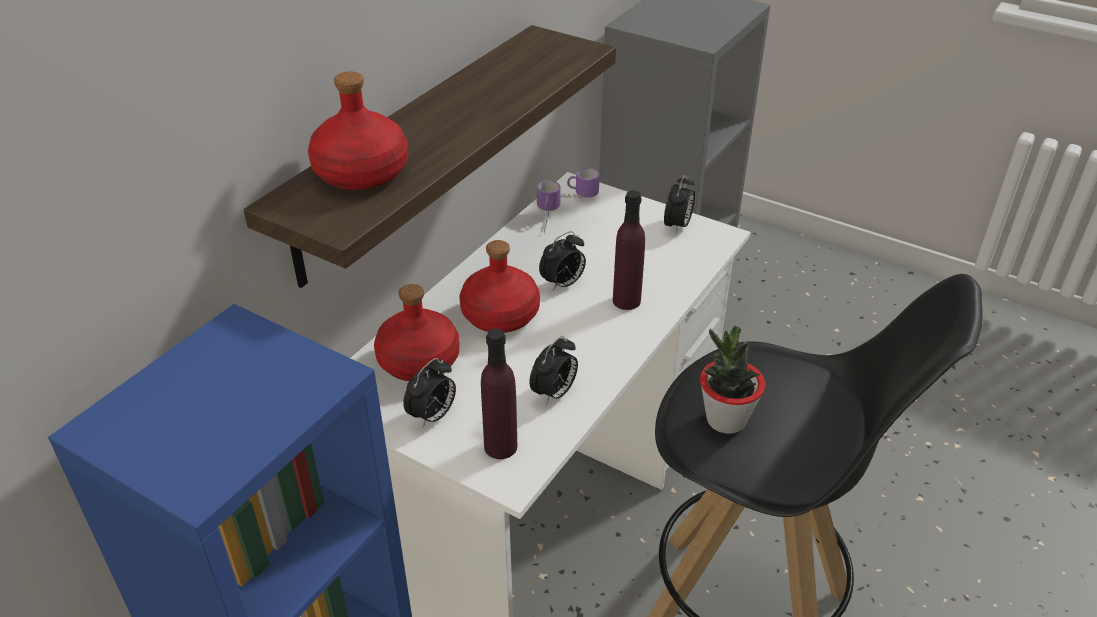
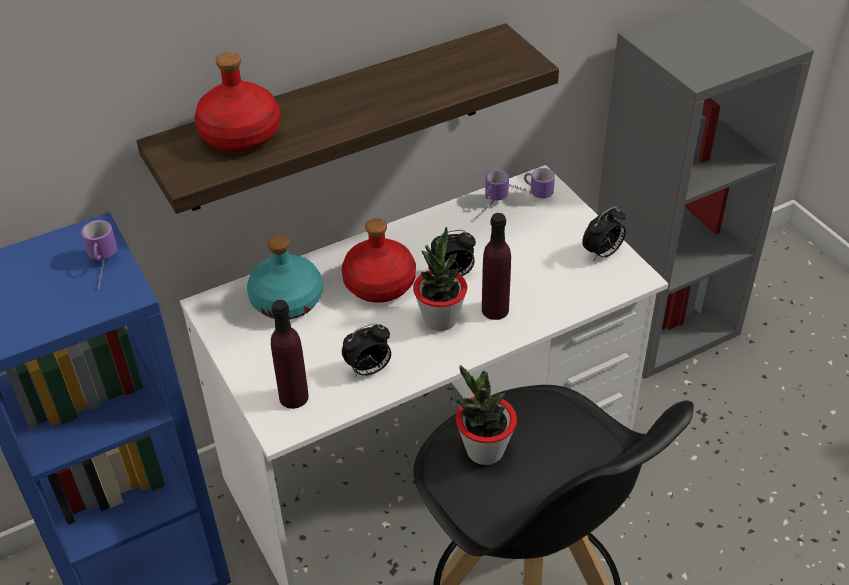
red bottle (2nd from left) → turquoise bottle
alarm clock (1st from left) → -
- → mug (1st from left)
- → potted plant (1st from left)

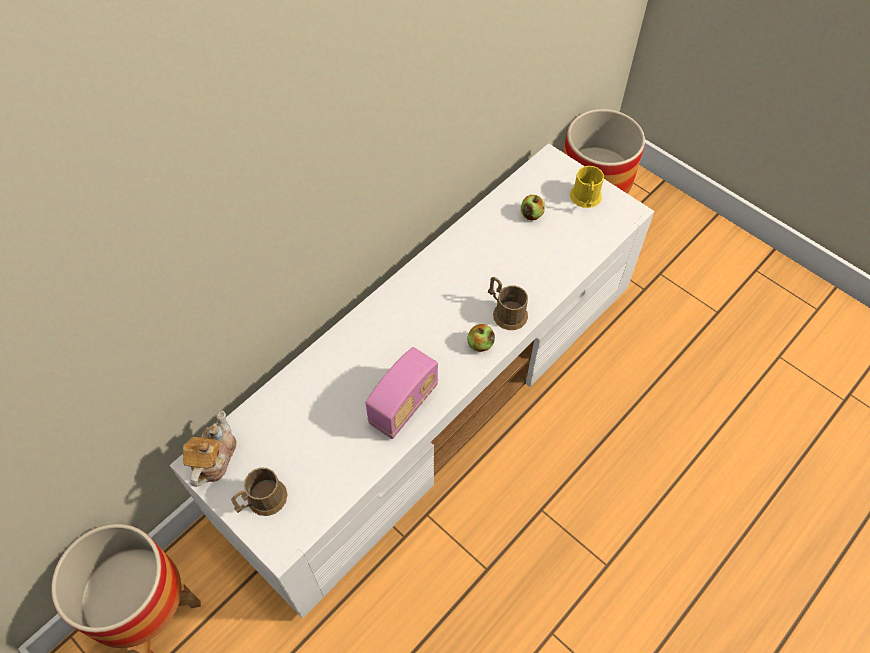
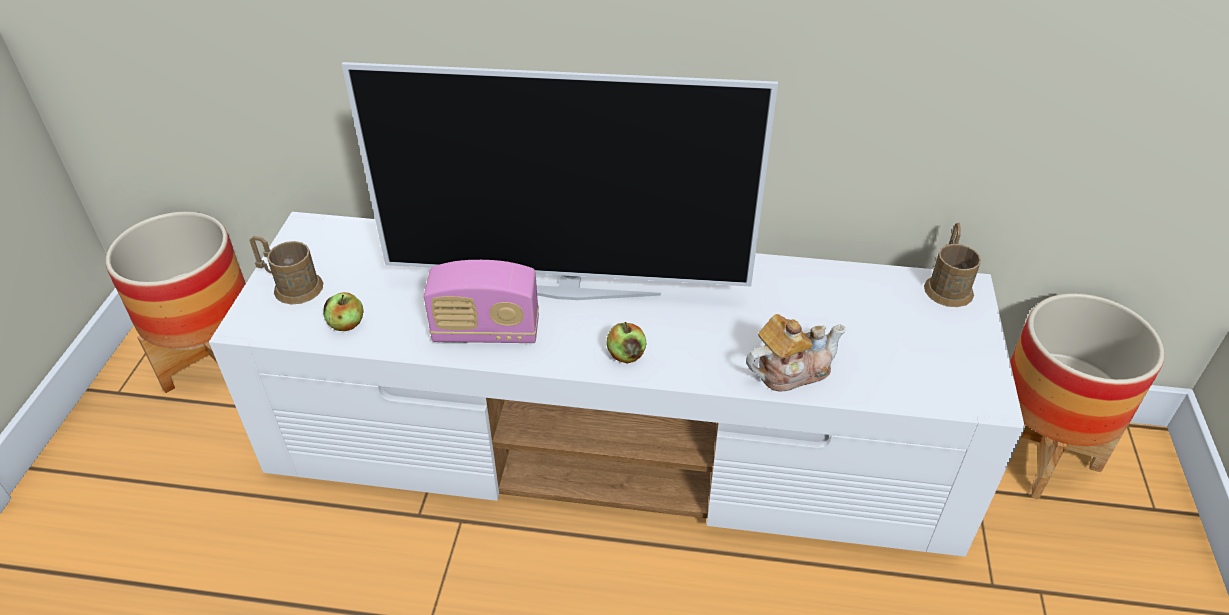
teapot, move
brown mug (2nd from left), move
apple (2nd from left in the first image) → apple (1st from left), move
yellow mug → -
- → television

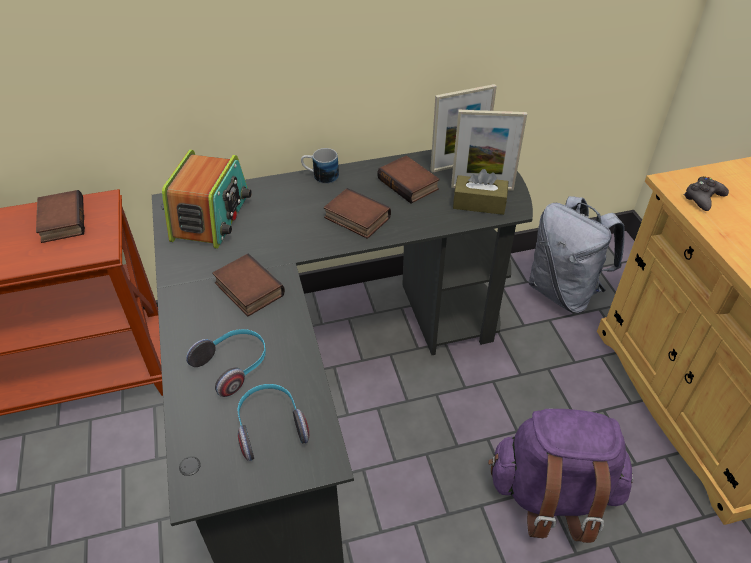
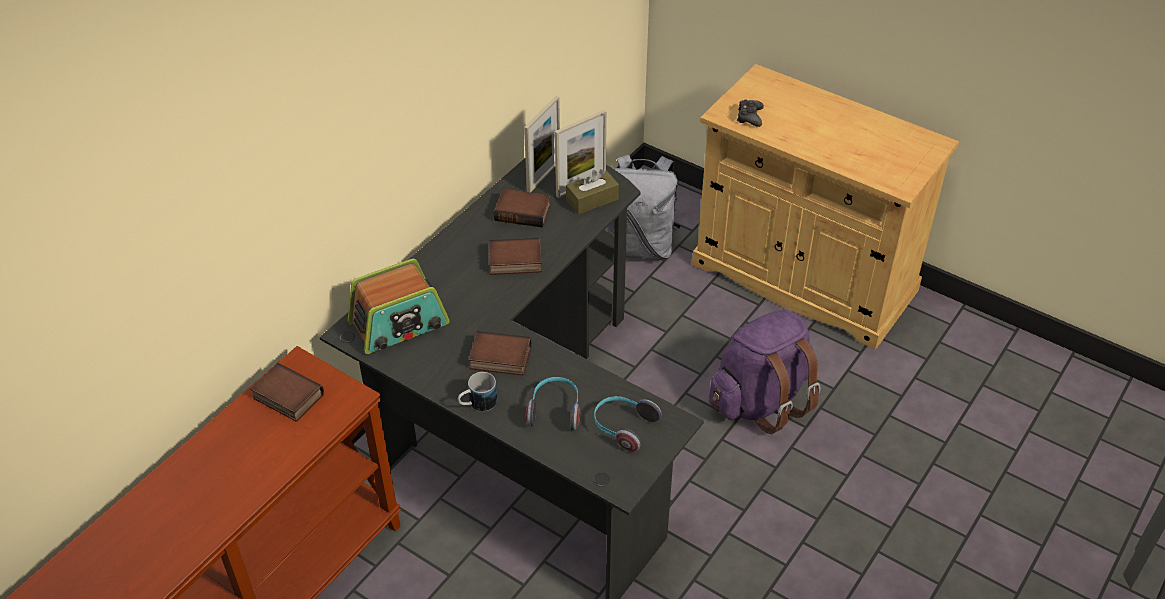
radio, 90 degrees clockwise
mug, move

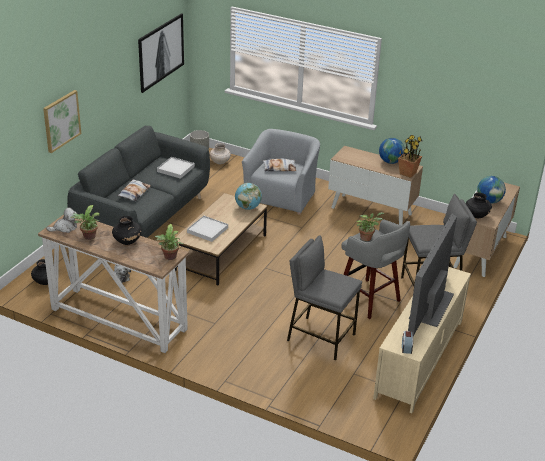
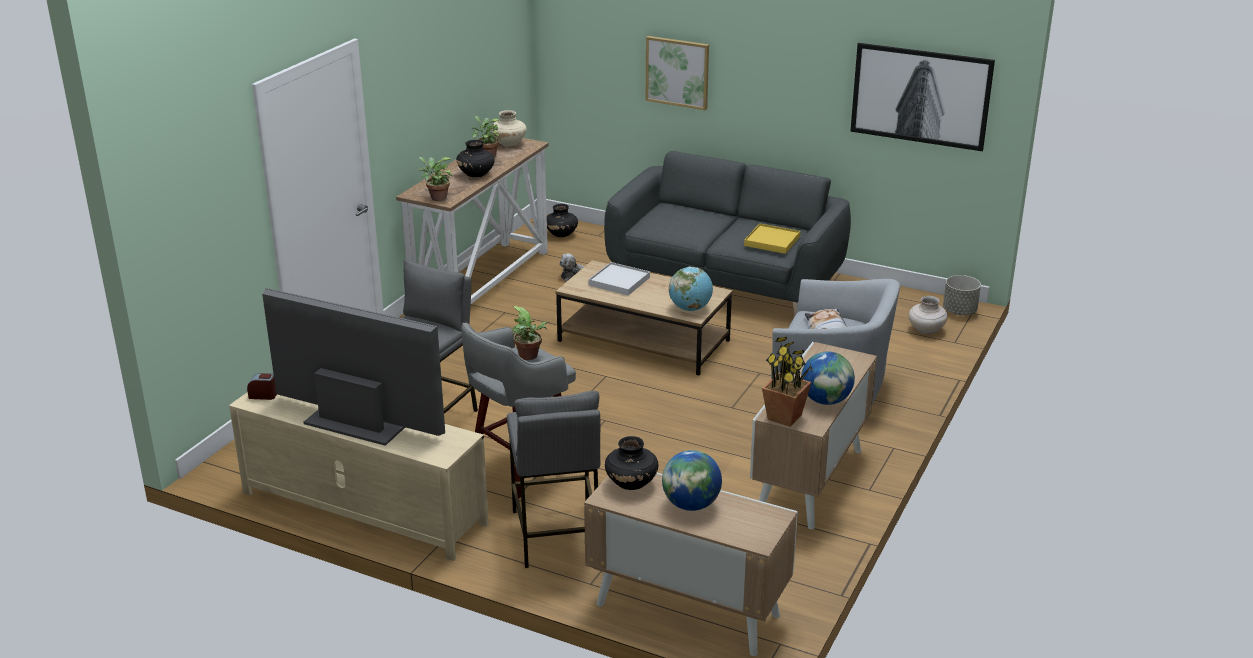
plush toy (1st from left) → beige vase (1st from left)
pillow (1st from left) → -
white tray (1st from left) → yellow tray

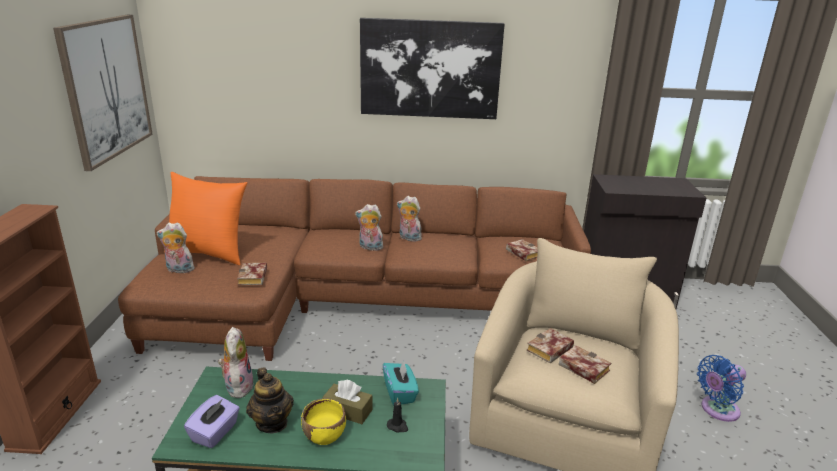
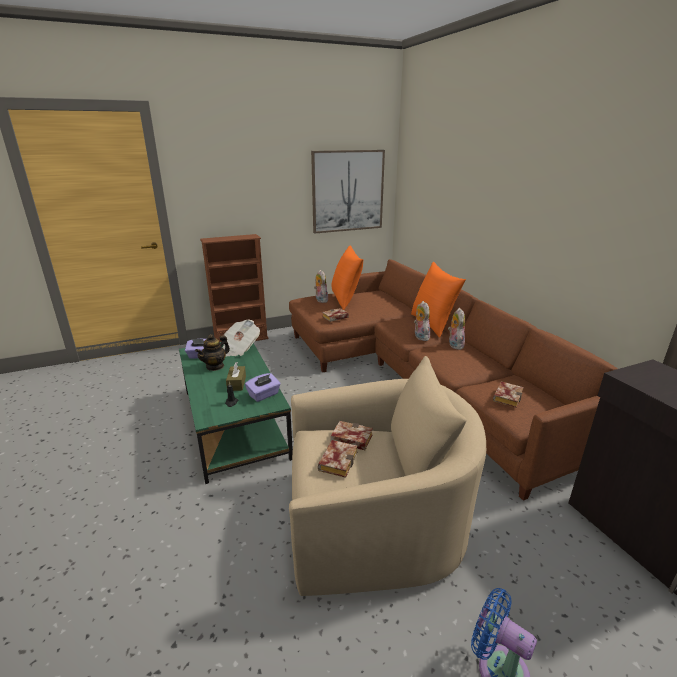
plush toy (2nd from left) → newspaper
yellow bowl → -
picture (2nd from left) → -
turquoise tissue box → purple tissue box (2nd from left)
- → orange pillow (2nd from left)

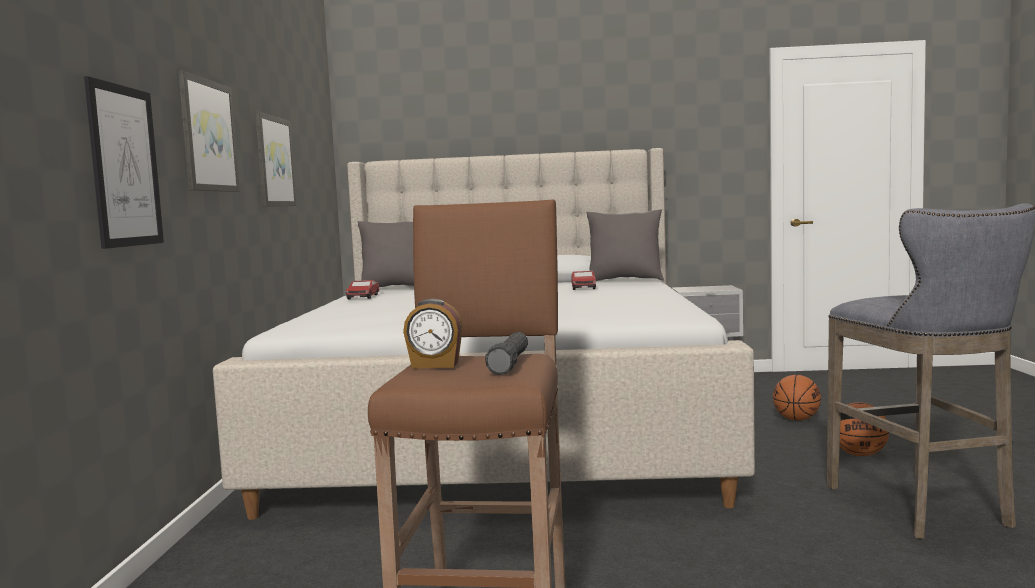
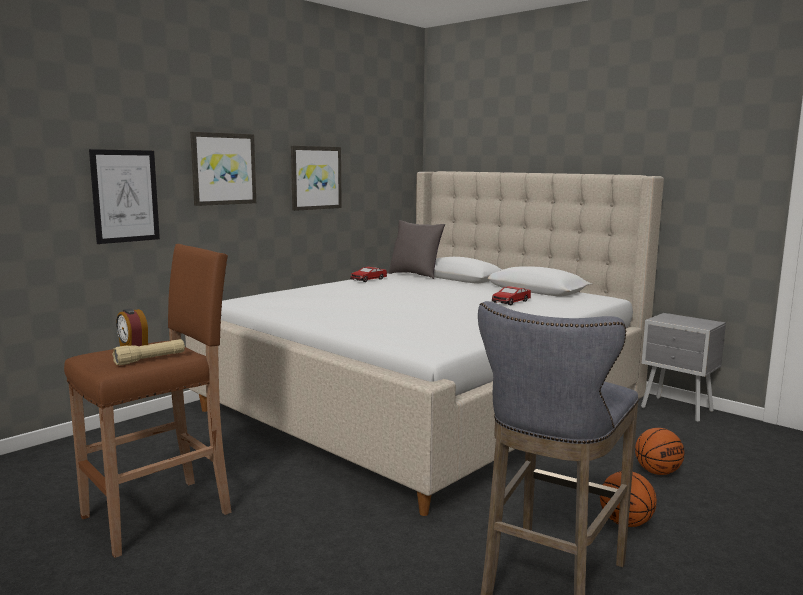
black flashlight → beige flashlight
grey pillow (2nd from left) → -

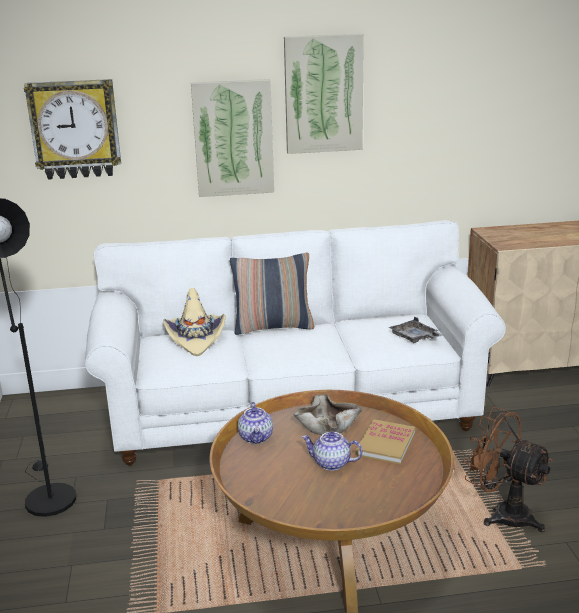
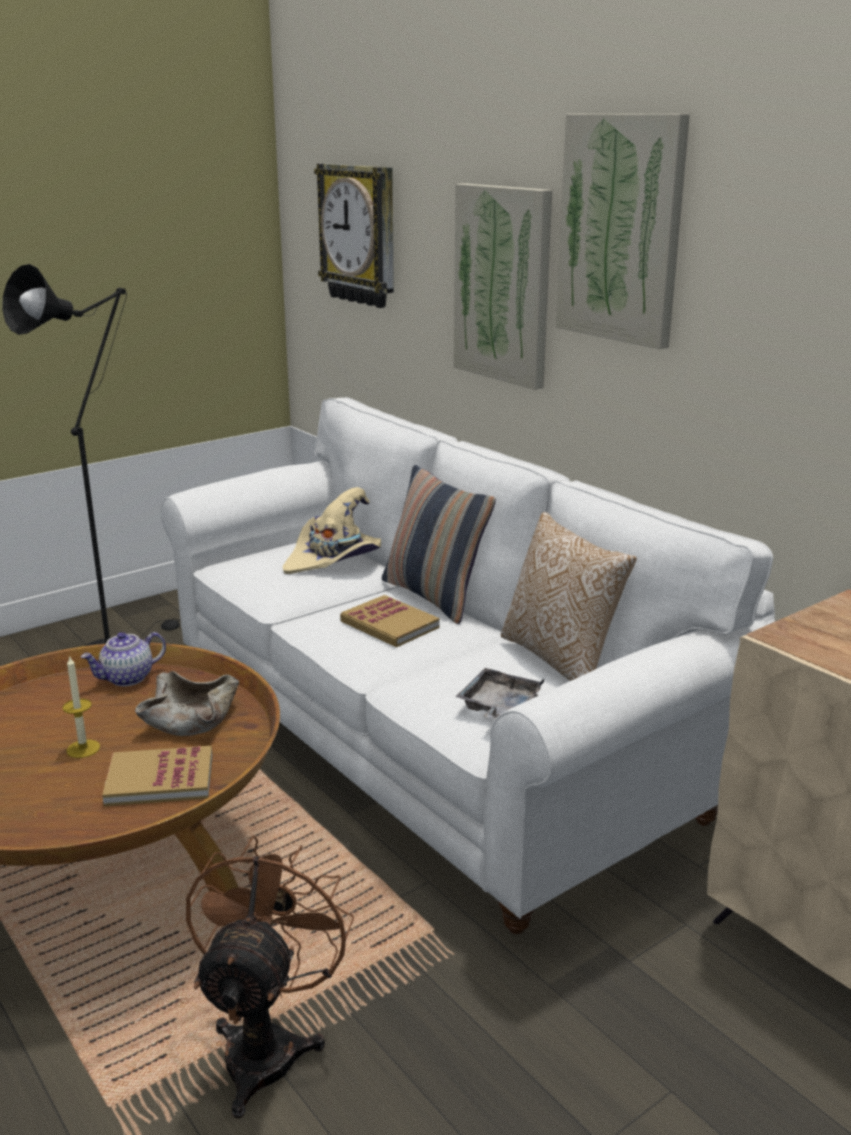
teapot (2nd from left) → candle
- → book (2nd from left)
- → pillow (2nd from left)

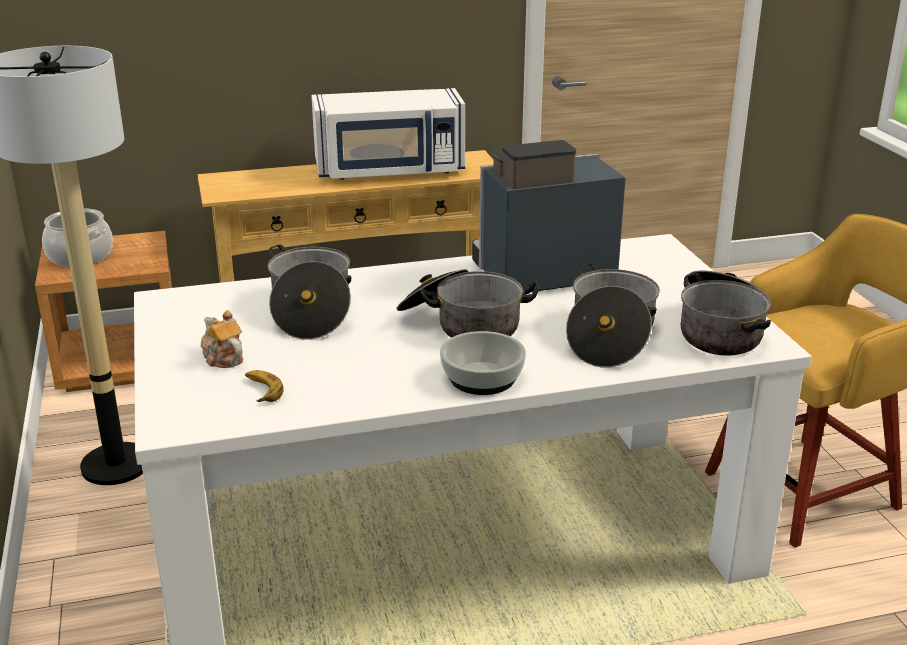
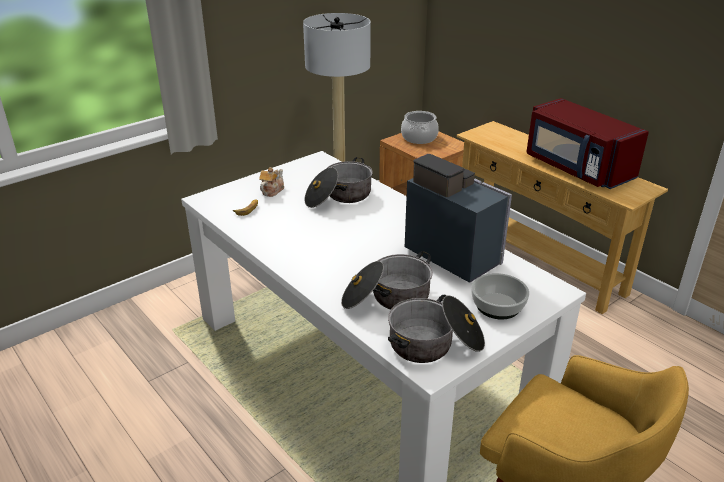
white microwave → red microwave
cooking pot (3rd from left) → -
bowl, move

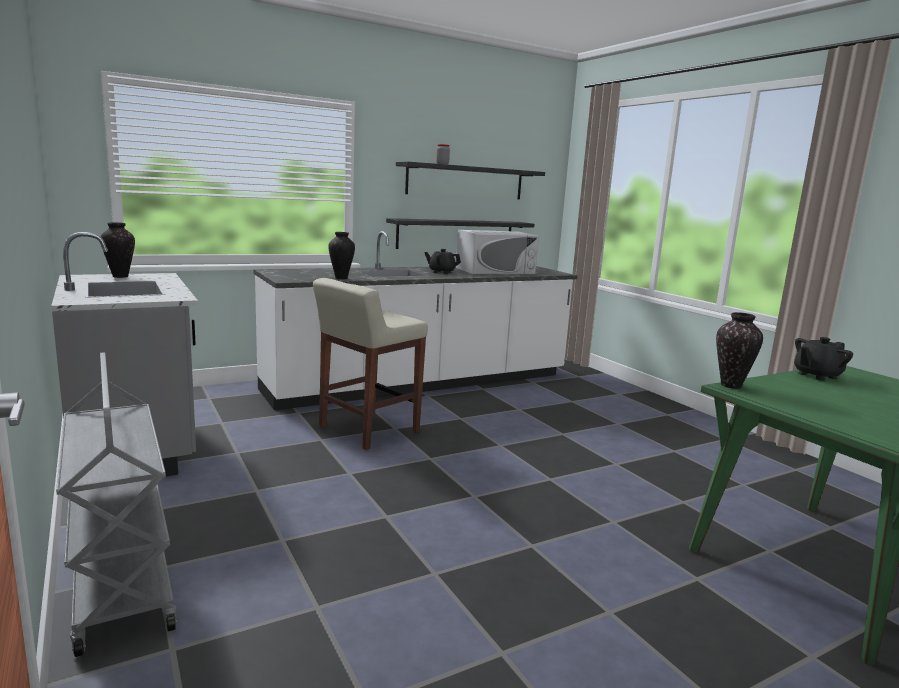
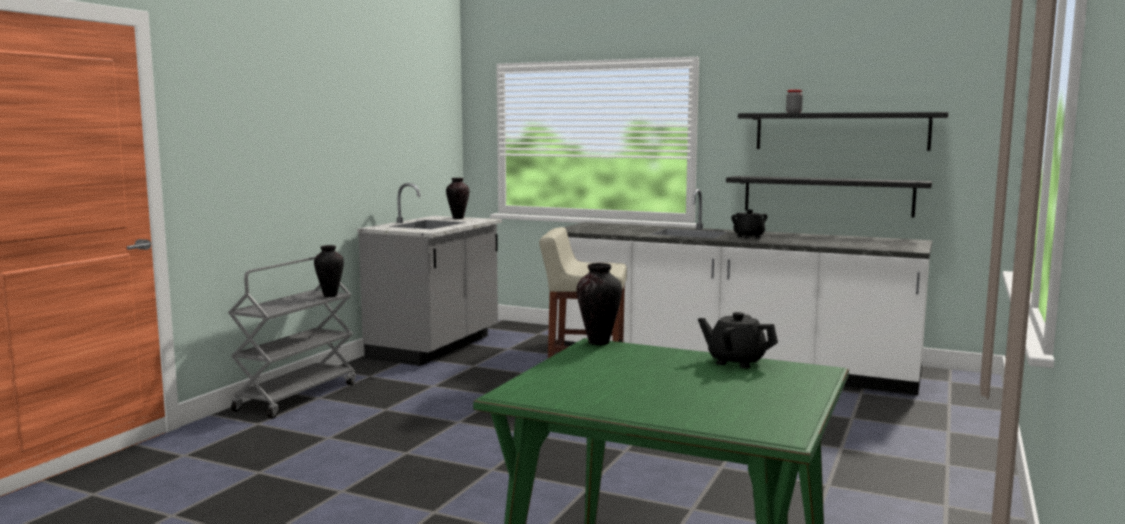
vase (2nd from left in the first image) → vase (1st from left), move
white microwave → -

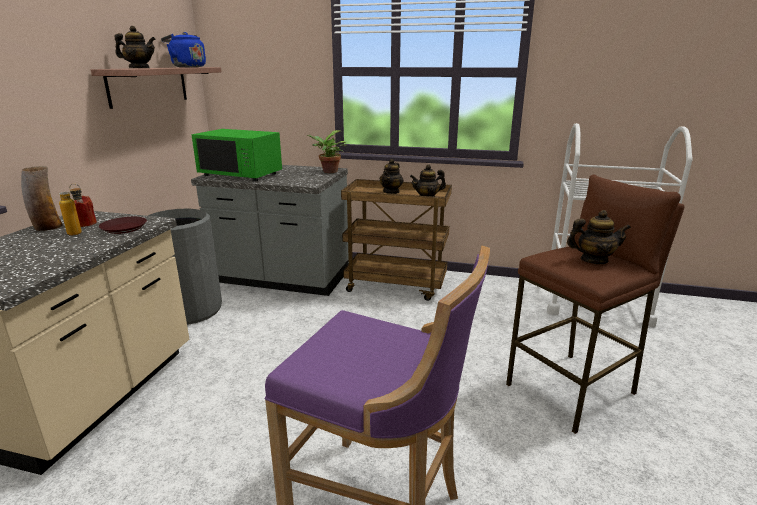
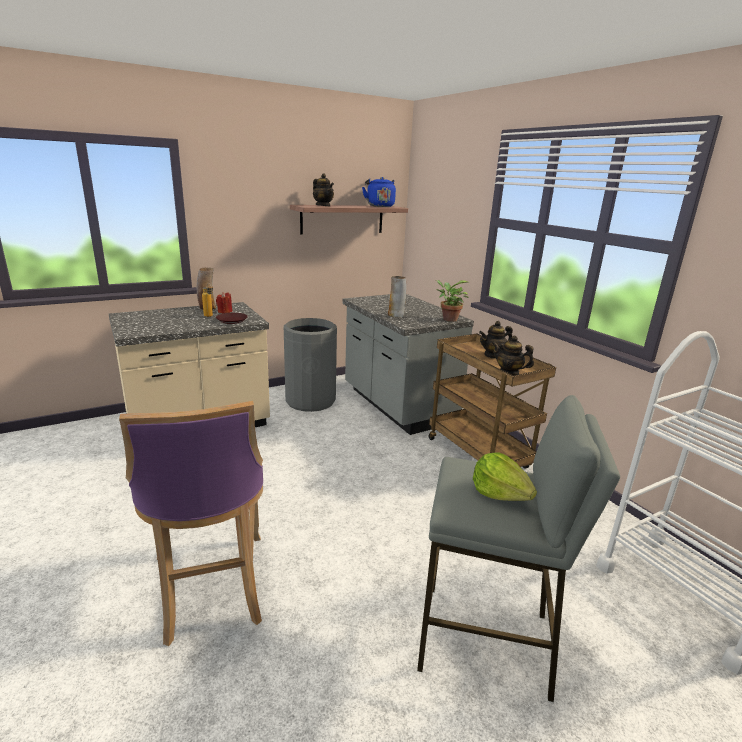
green microwave → -
brown stool → grey stool
teapot (4th from left) → lettuce
- → vase (2nd from left)

